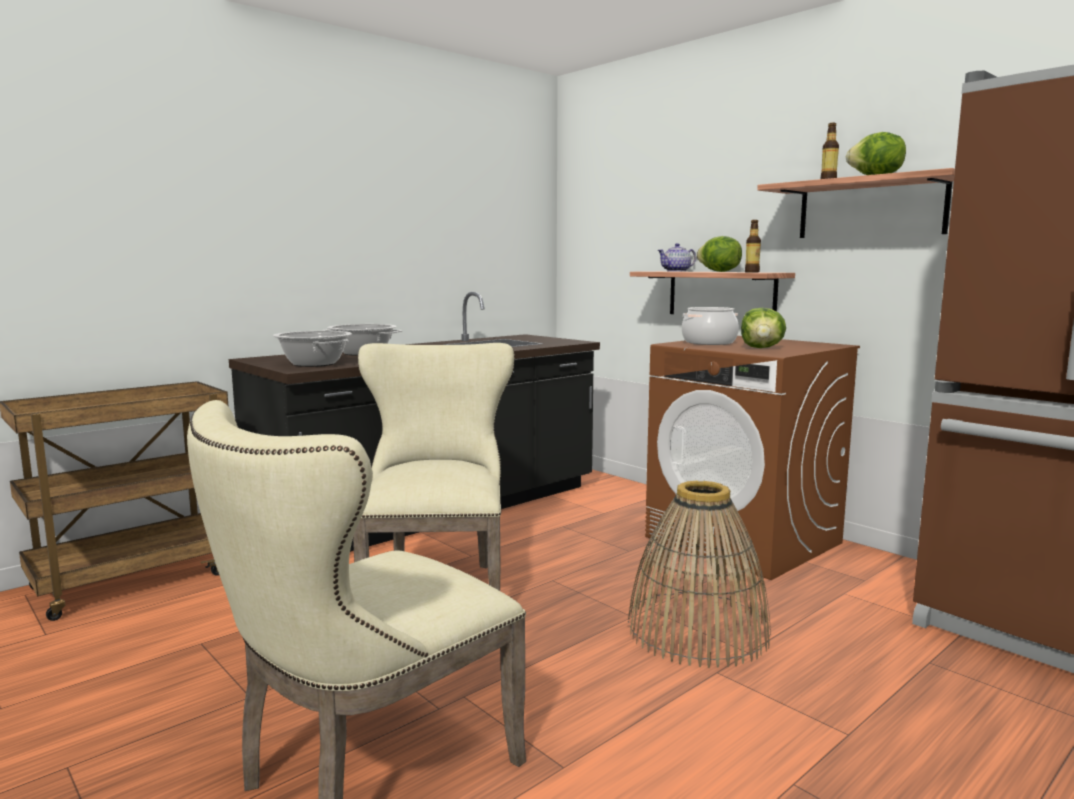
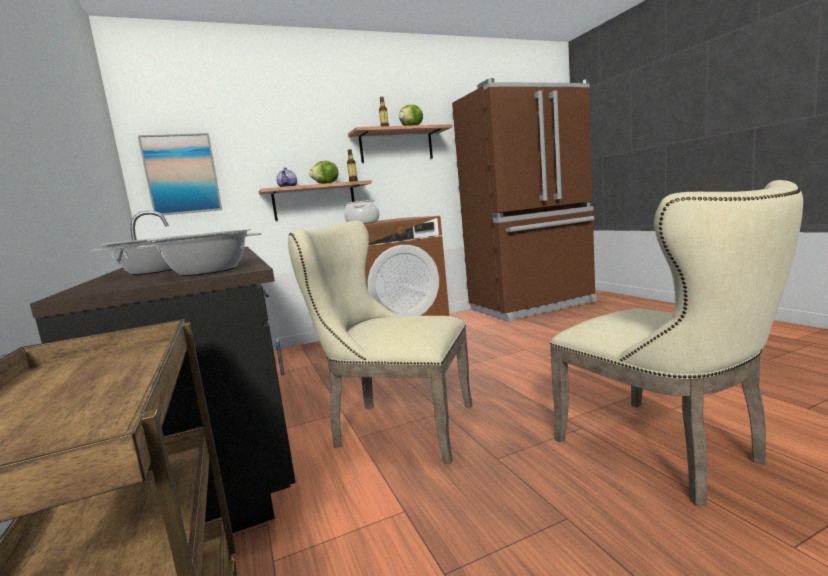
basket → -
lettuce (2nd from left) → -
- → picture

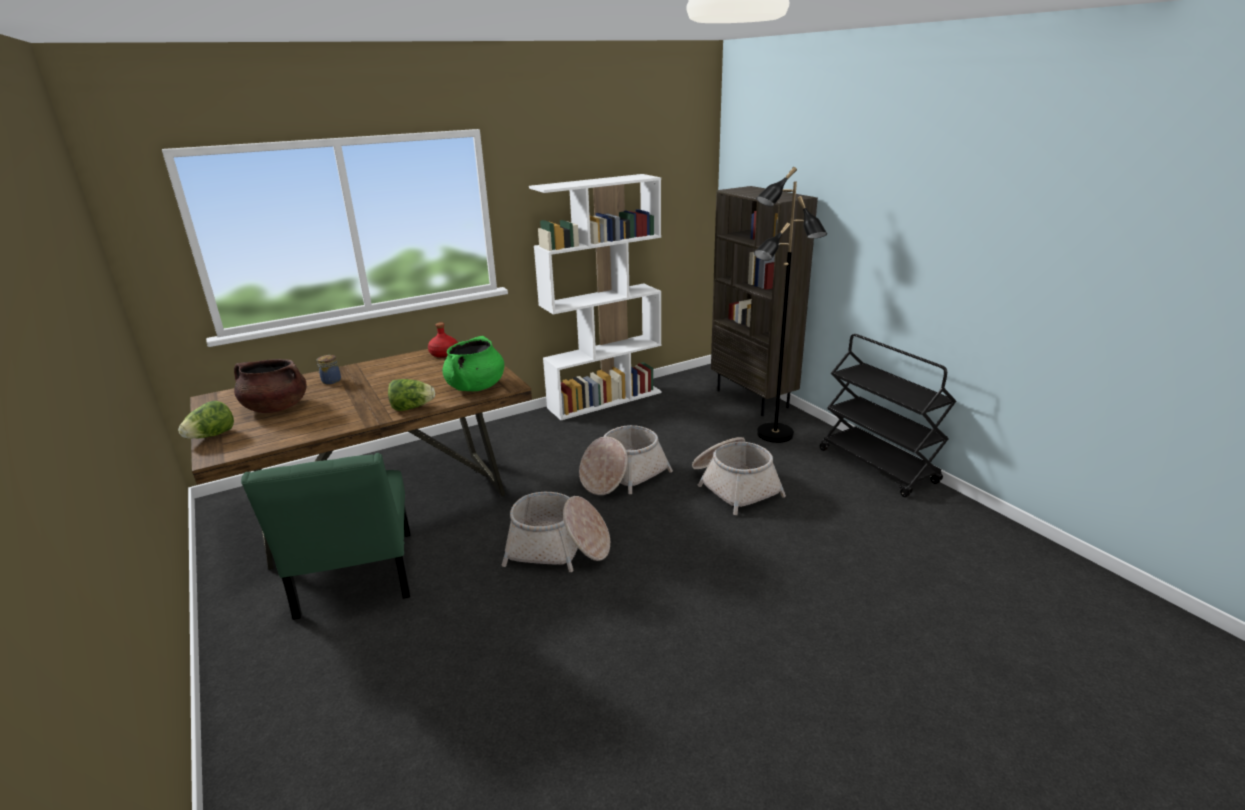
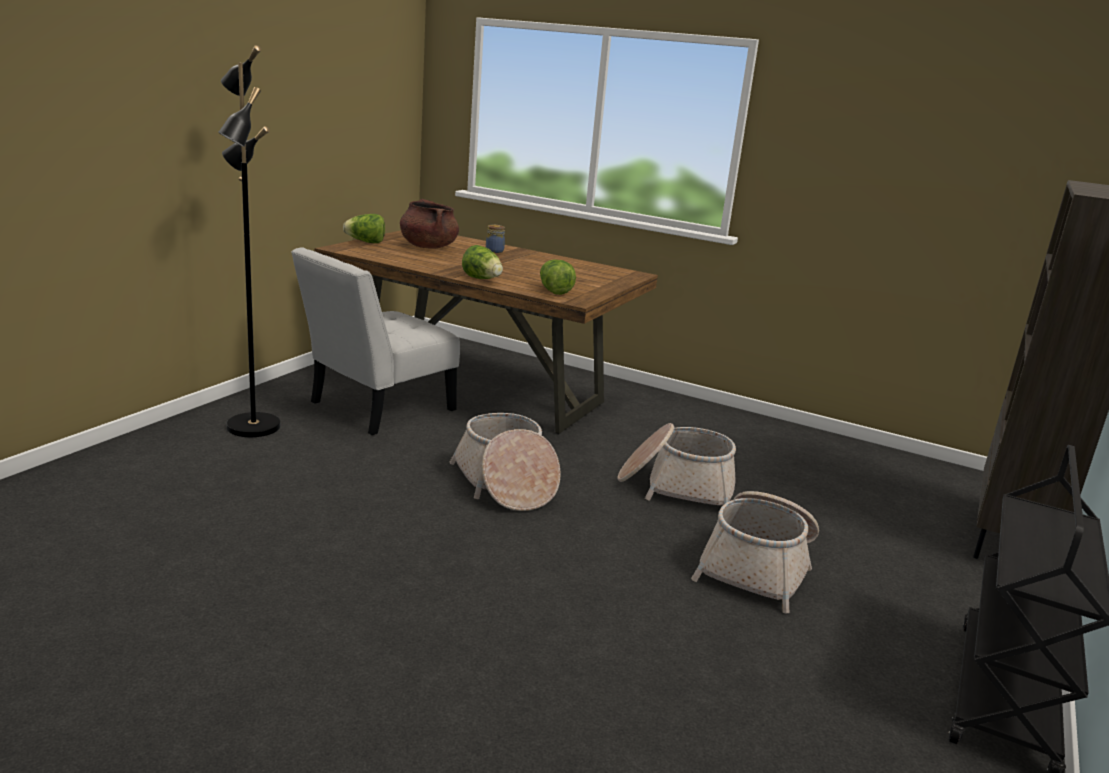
green chair → white chair
red bottle → -
green cooking pot → lettuce (3rd from left)
white bookcase → -
black floor lamp, move

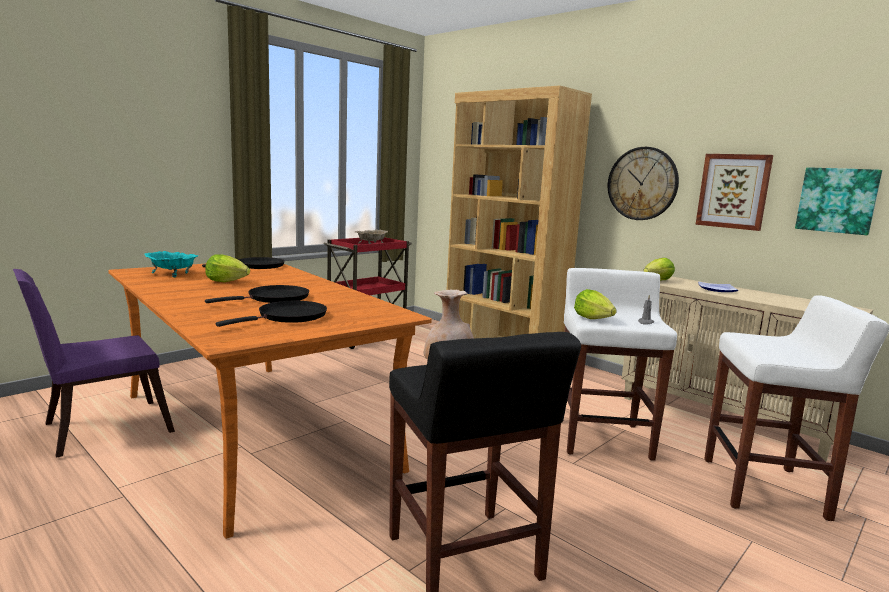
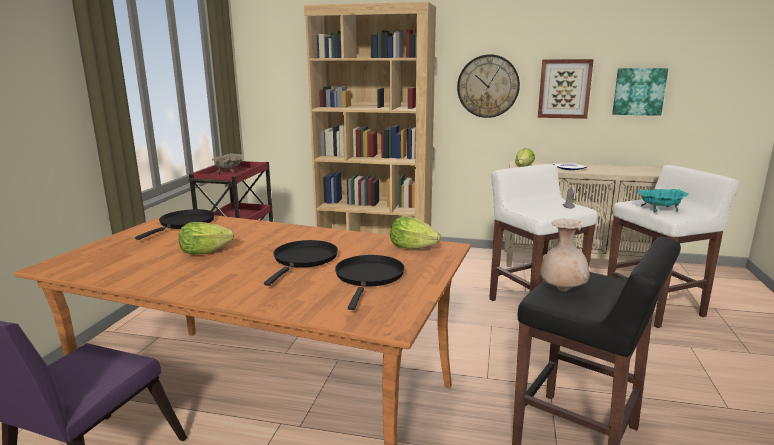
turquoise bowl, move
lettuce (2nd from left), move

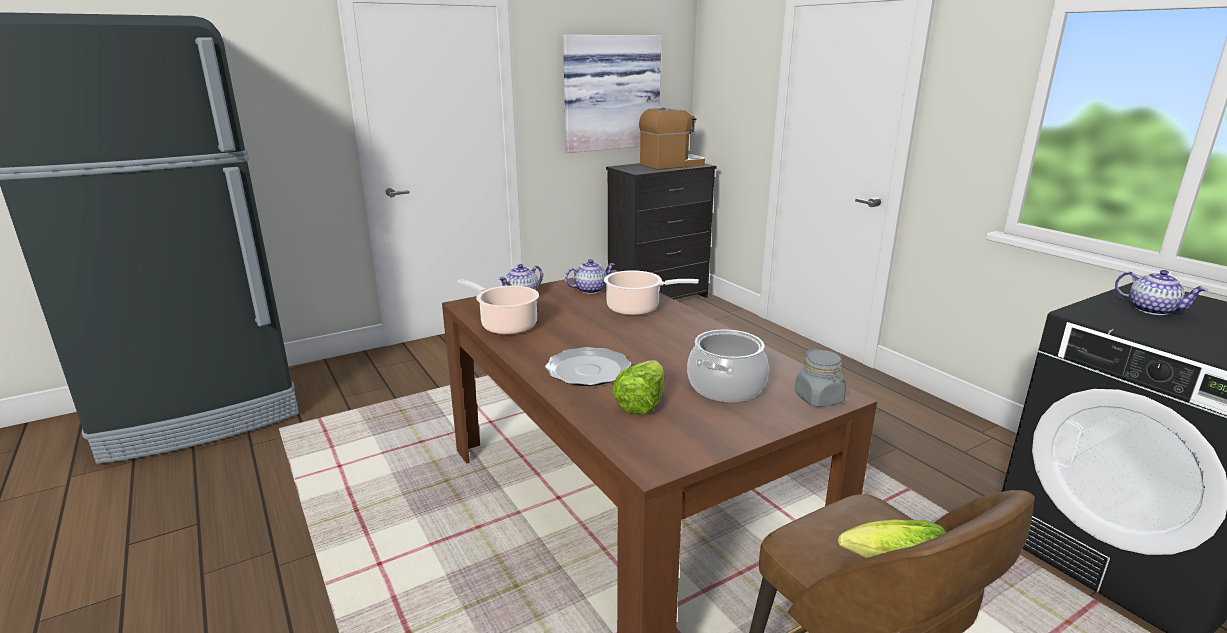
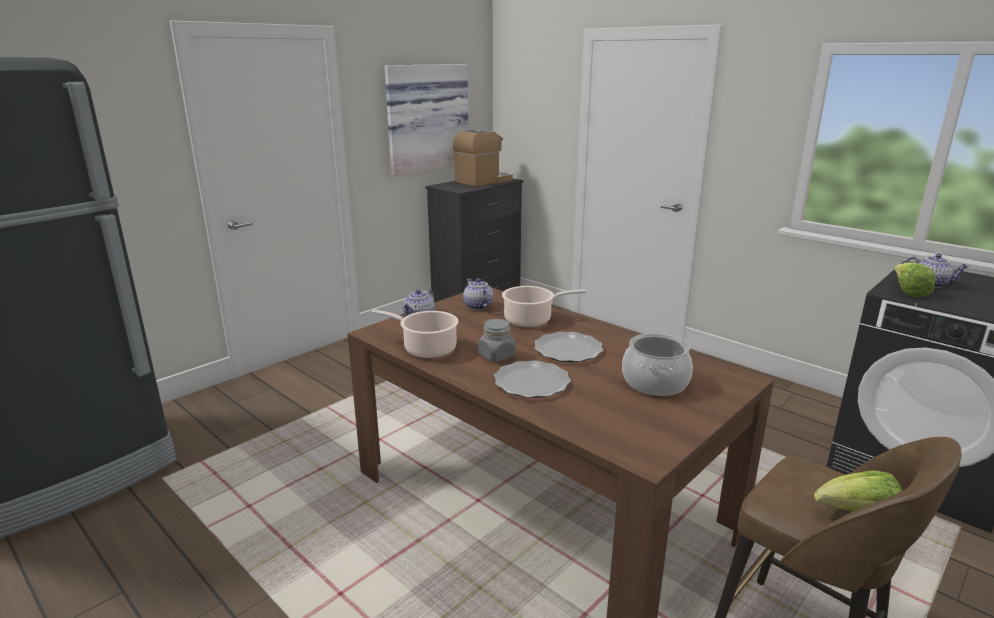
teapot (2nd from left), 75 degrees counterclockwise
lettuce (1st from left in the first image) → lettuce (2nd from left), move
grey jar, move
- → plate (2nd from left)

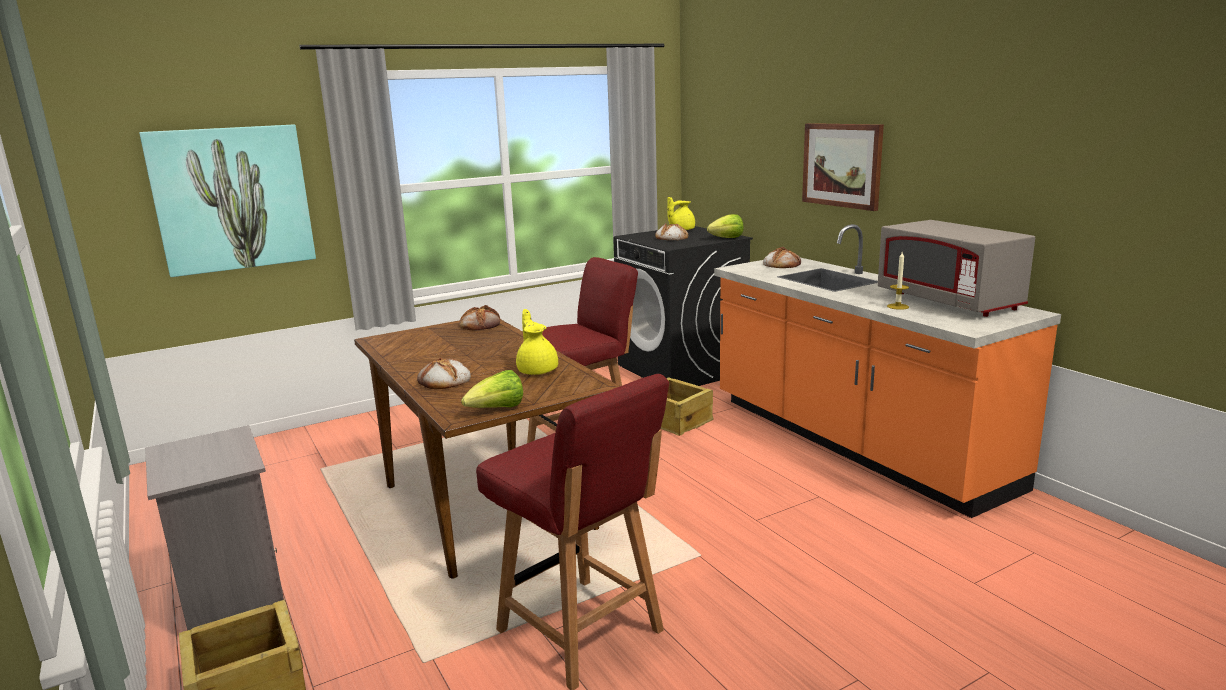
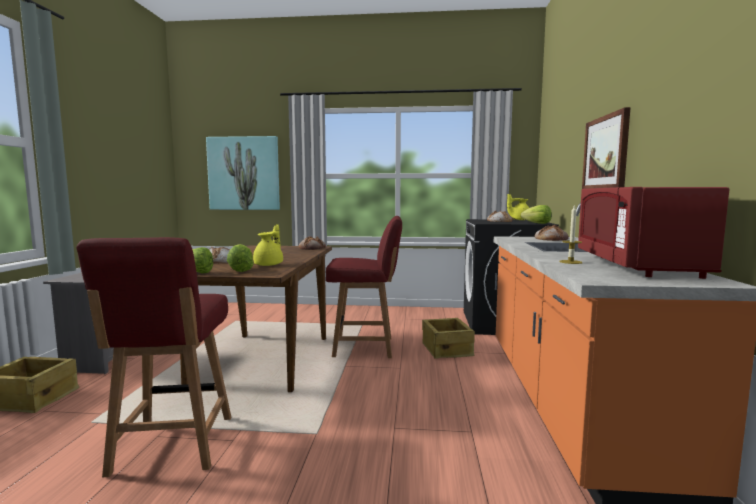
grey microwave → red microwave
- → lettuce (2nd from left)

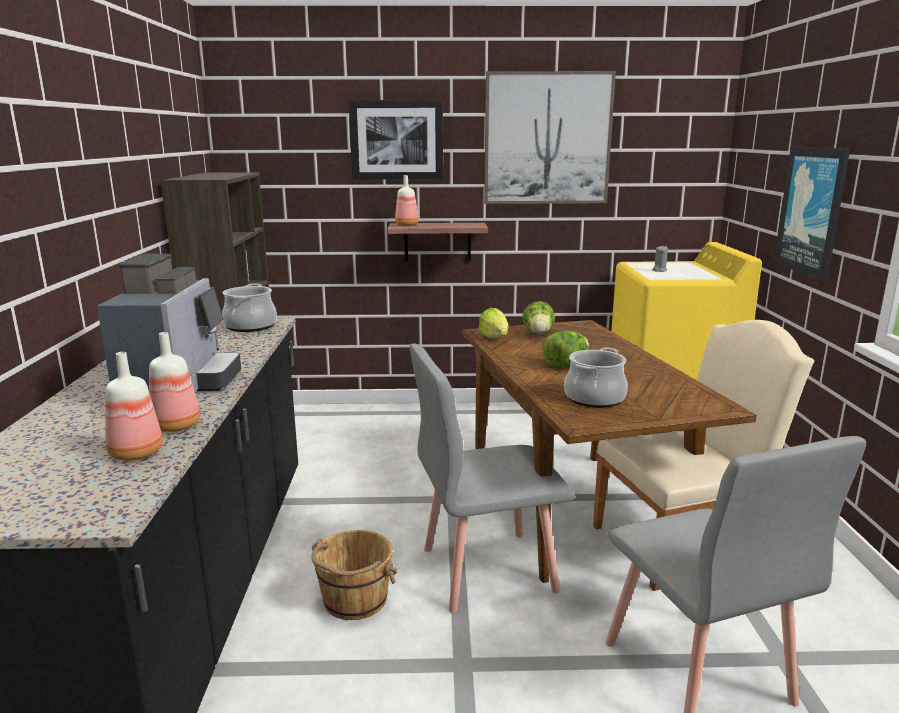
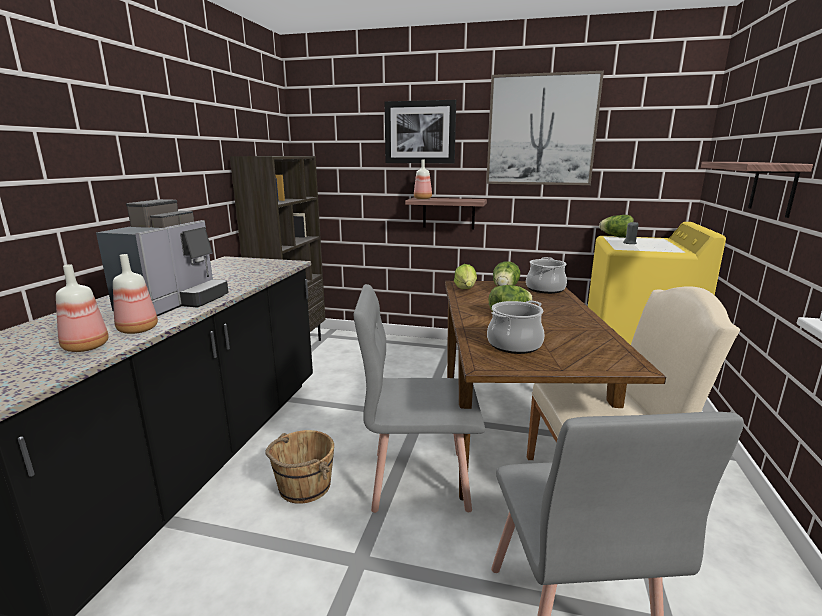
cooking pot (1st from left in the first image) → cooking pot (2nd from left), move
picture (3rd from left) → shelf (2nd from left)
- → lettuce (4th from left)

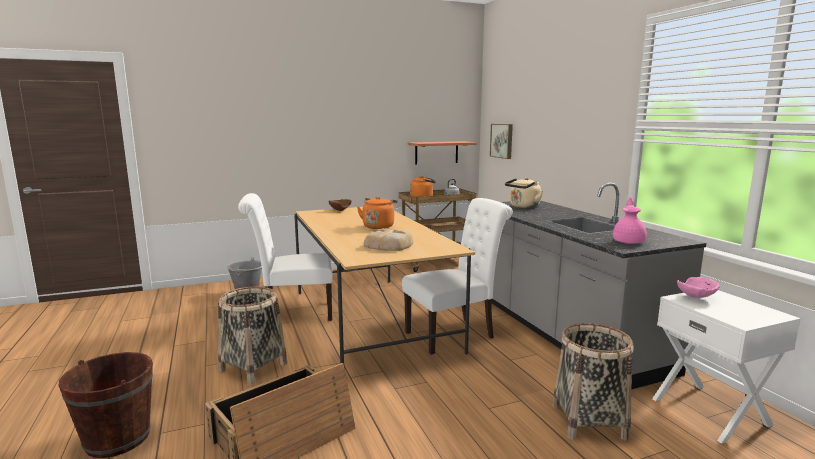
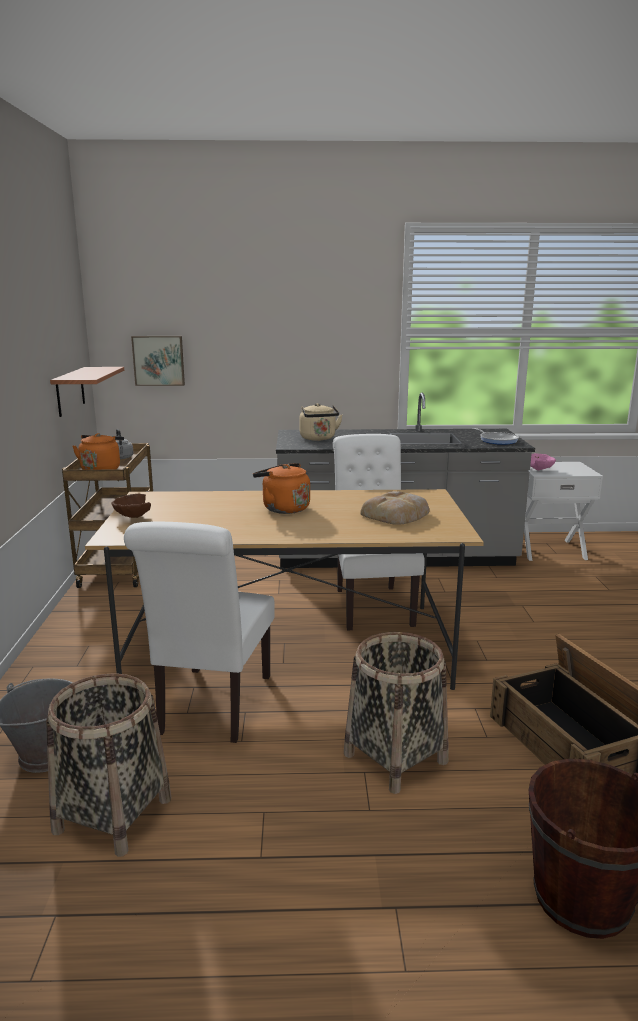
basket (2nd from left in the first image) → basket (1st from left), move
pink teapot → frying pan

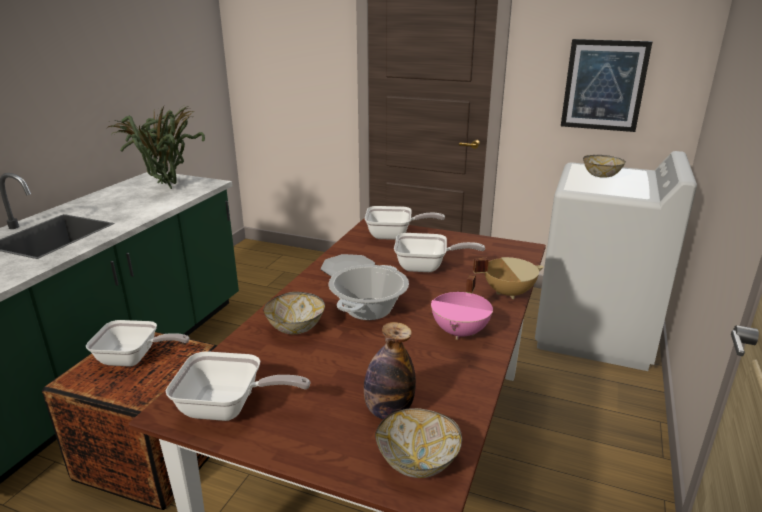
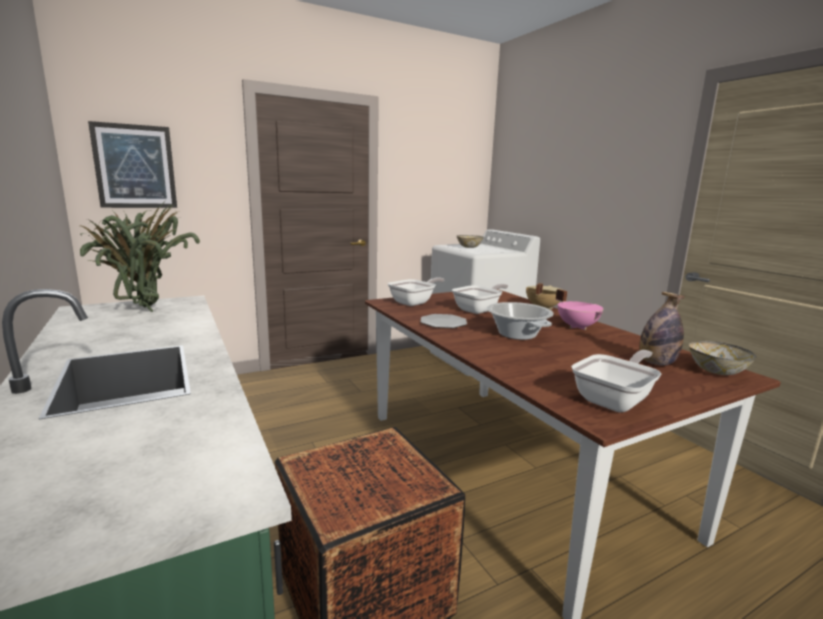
frying pan (1st from left) → -
bowl (1st from left) → -
picture, move

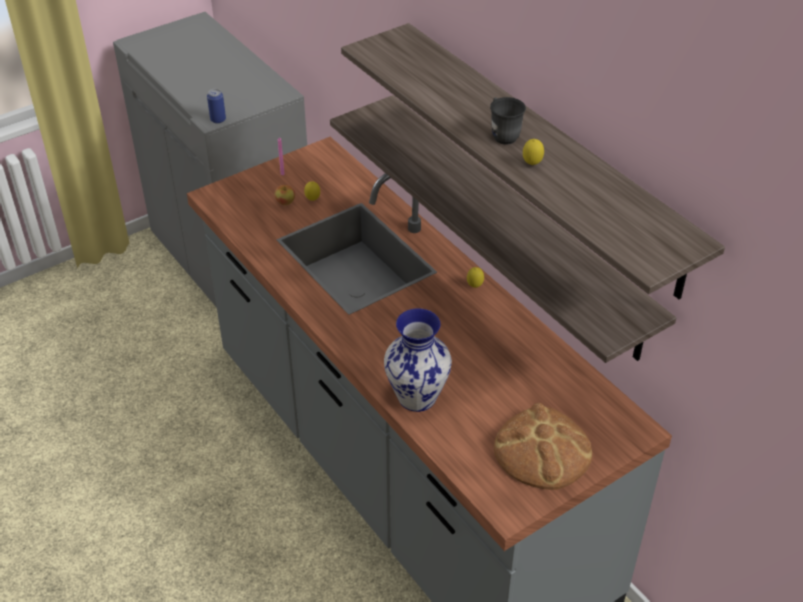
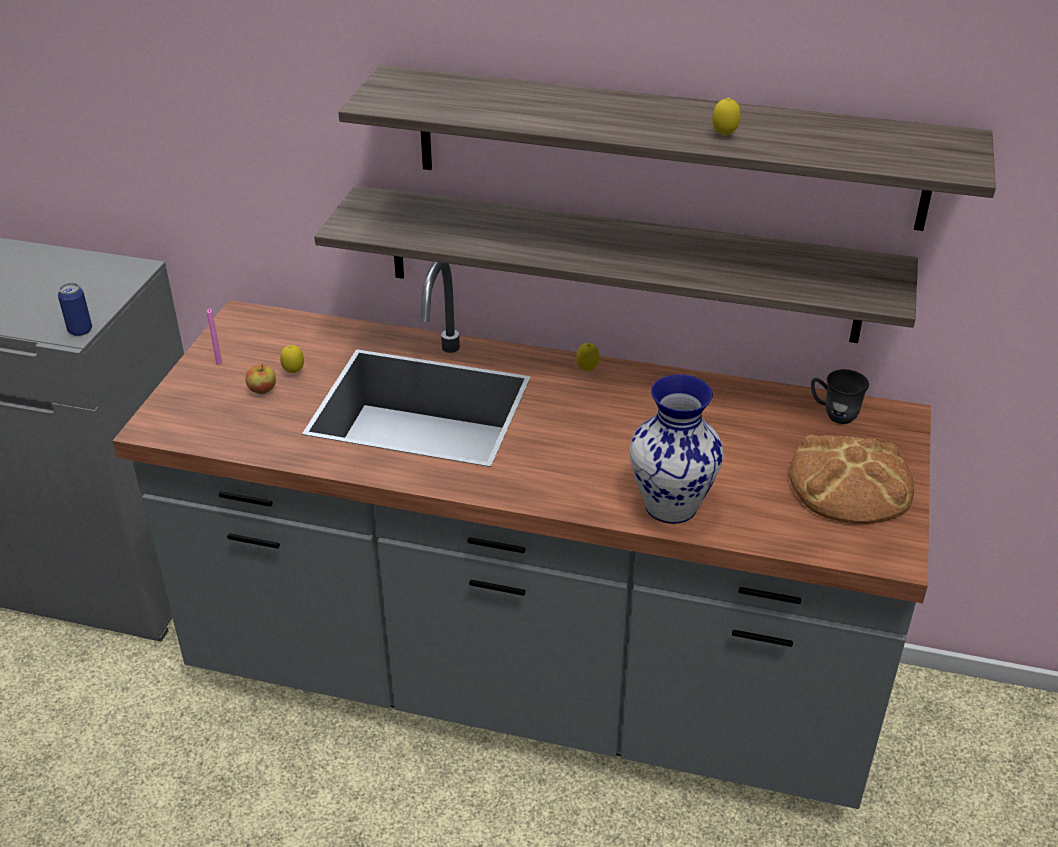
grey mug, move

